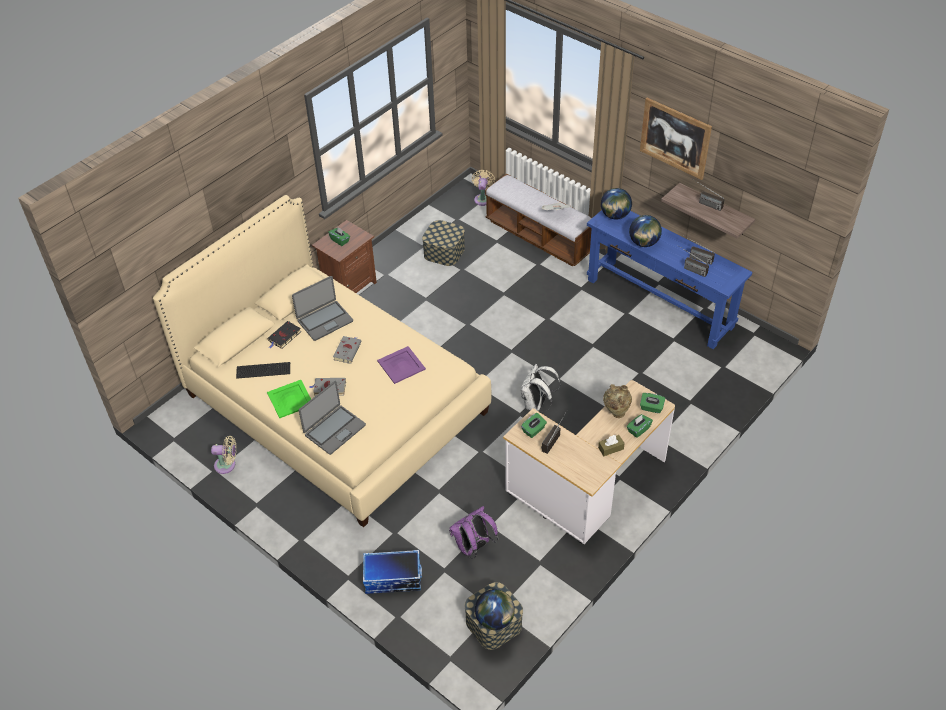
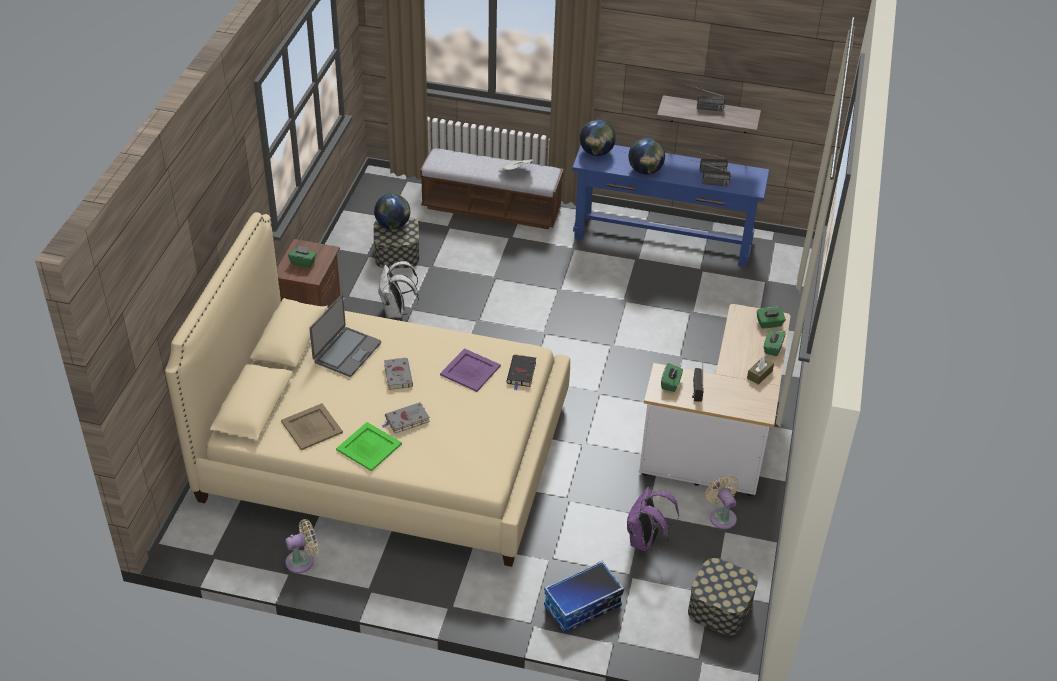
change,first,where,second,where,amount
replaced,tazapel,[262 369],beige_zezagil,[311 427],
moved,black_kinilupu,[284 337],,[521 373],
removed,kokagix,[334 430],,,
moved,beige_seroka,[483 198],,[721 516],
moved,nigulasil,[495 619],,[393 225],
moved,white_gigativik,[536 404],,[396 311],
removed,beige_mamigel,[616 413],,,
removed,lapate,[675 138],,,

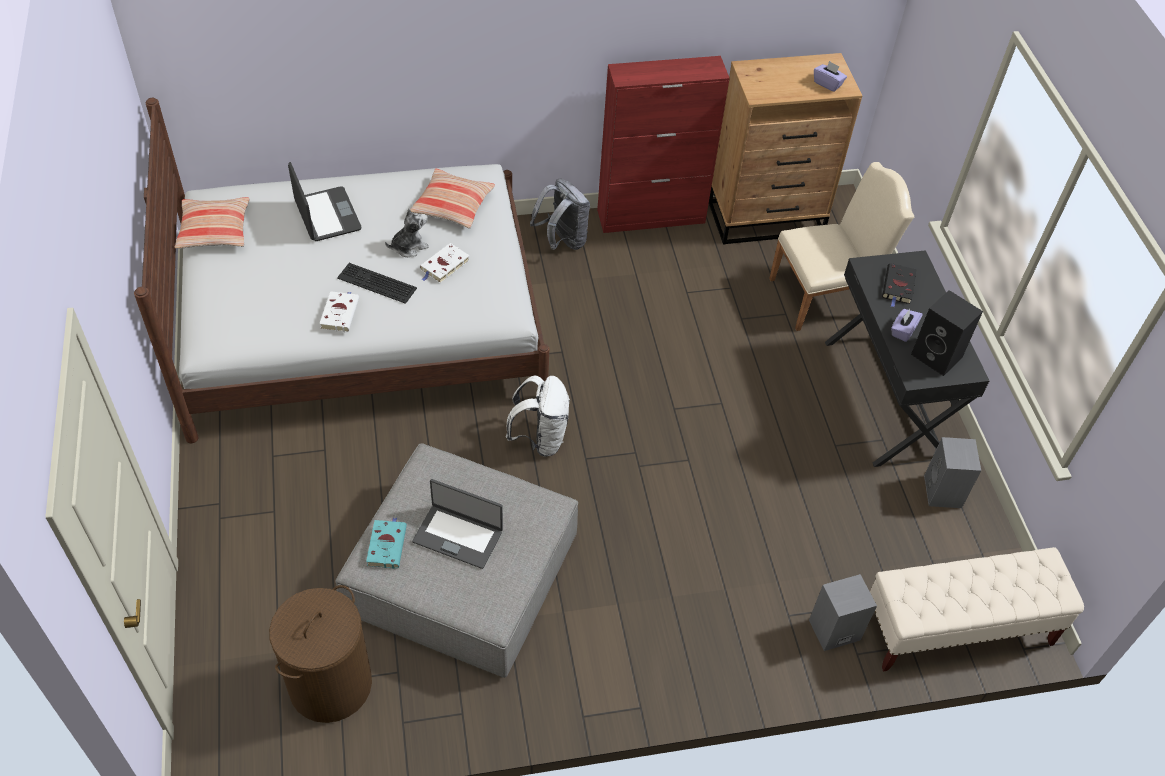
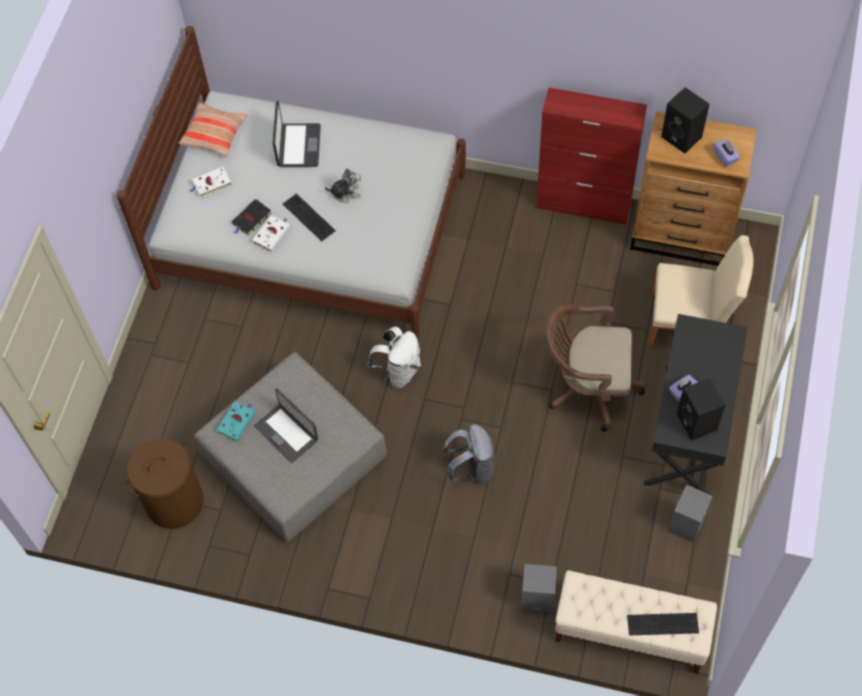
change,first,where,second,where,amount
removed,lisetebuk,[453 205],,,
moved,white_kinilupu,[444 266],,[211 184],
moved,grey_gigativik,[562 241],,[471 468],
moved,black_kinilupu,[898 287],,[251 219],
added,,,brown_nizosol,[588 387],
added,,,tazapel,[662 625],
added,,,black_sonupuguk,[682 137],

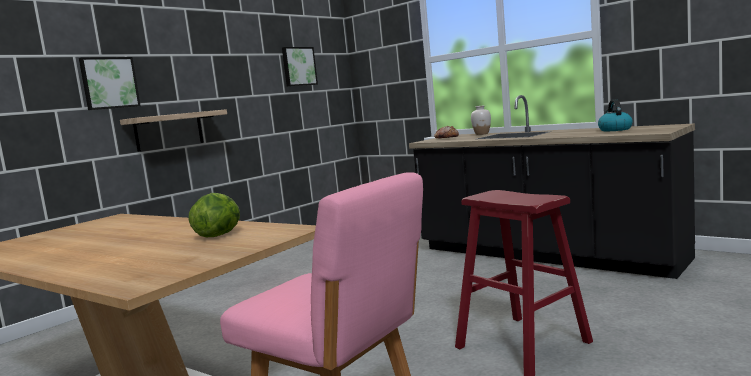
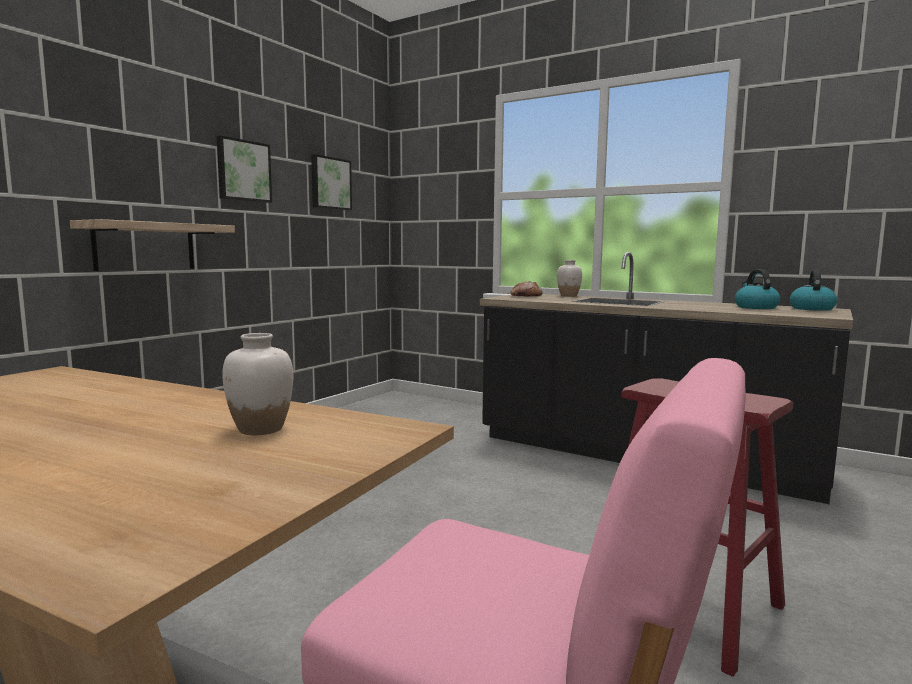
change,first,where,second,where,amount
moved,lapate,[109 83],,[243 171],
replaced,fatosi,[219 235],white_mamigel,[260 429],
added,,,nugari,[811 308],

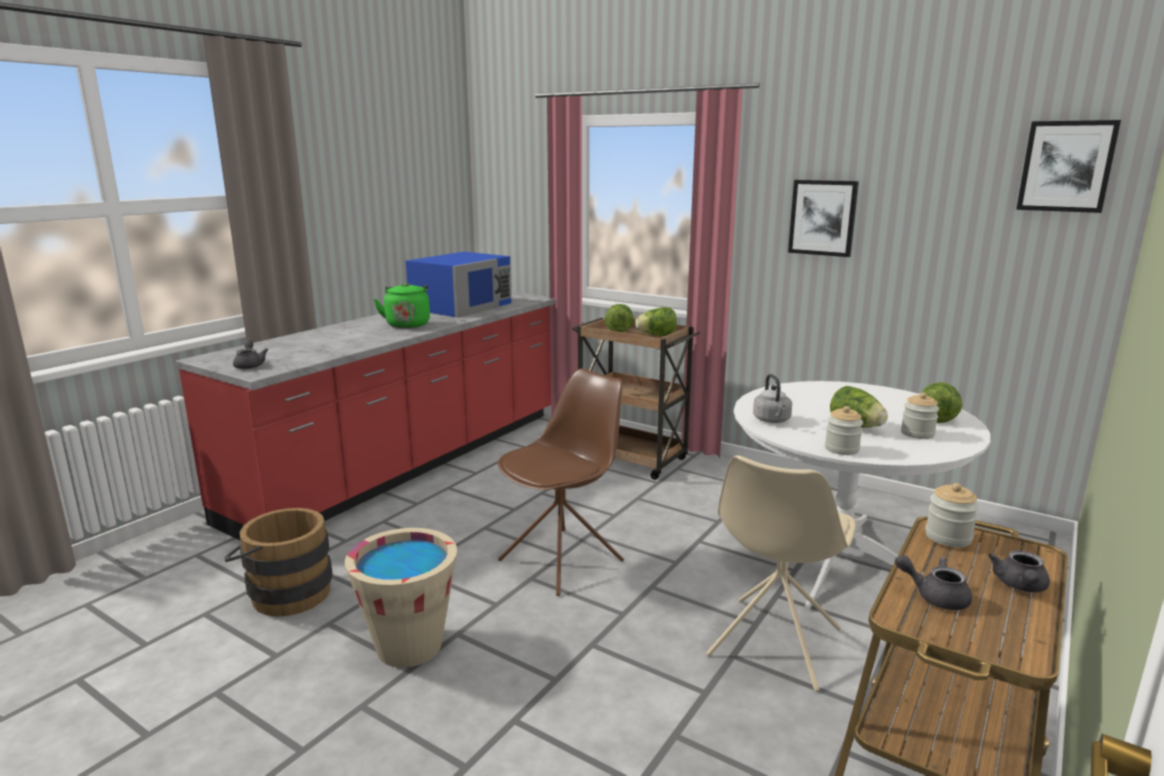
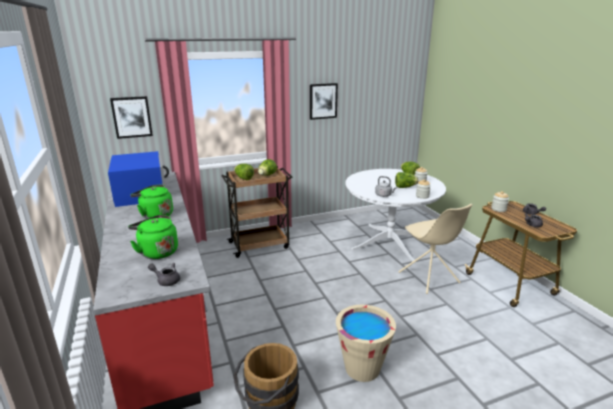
change,first,where,second,where,amount
removed,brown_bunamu,[563 560],,,
moved,lapate,[1066 166],,[132 117],
added,,,green_nugari,[157 252],

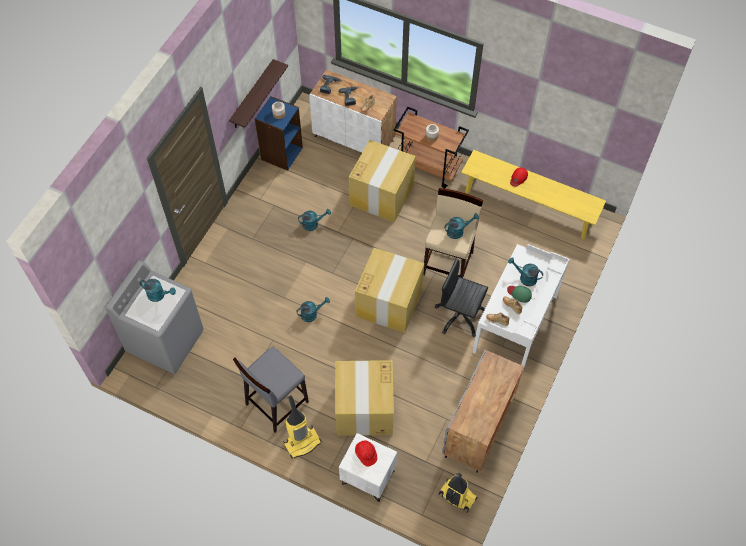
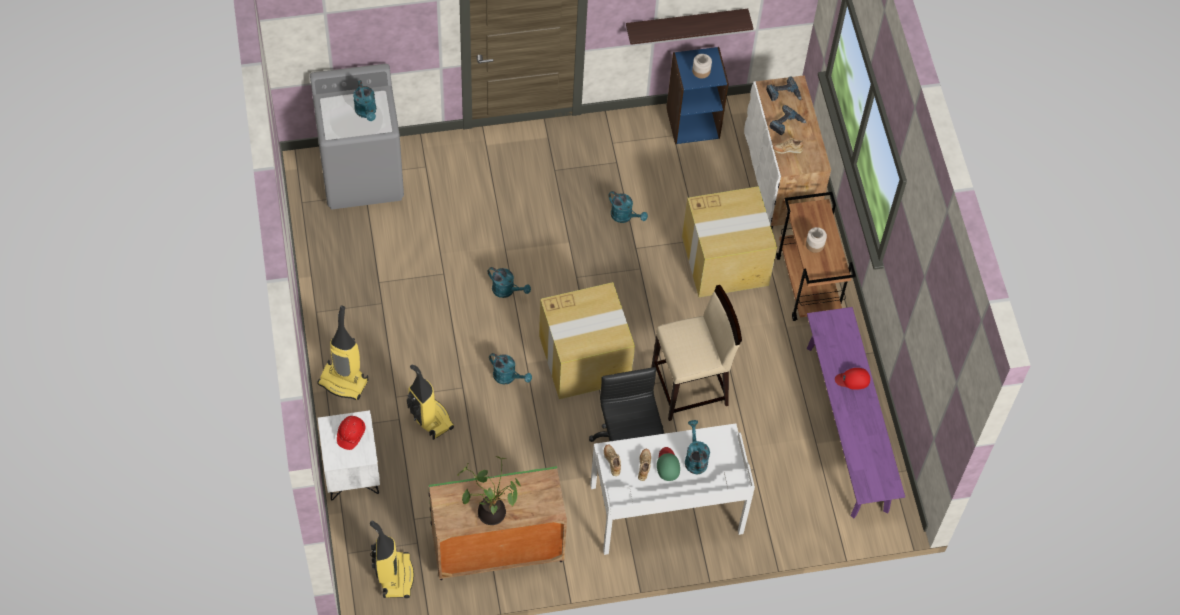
change,first,where,second,where,amount
removed,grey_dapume,[276 403],,,
replaced,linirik,[364 410],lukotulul,[429 418],
recoloured,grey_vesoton,[478 428],green_vesoton,[496 548],
moved,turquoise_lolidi,[458 231],,[508 377],
recoloured,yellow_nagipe,[528 206],purple_nagipe,[847 427],
added,,,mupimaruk,[491 511],

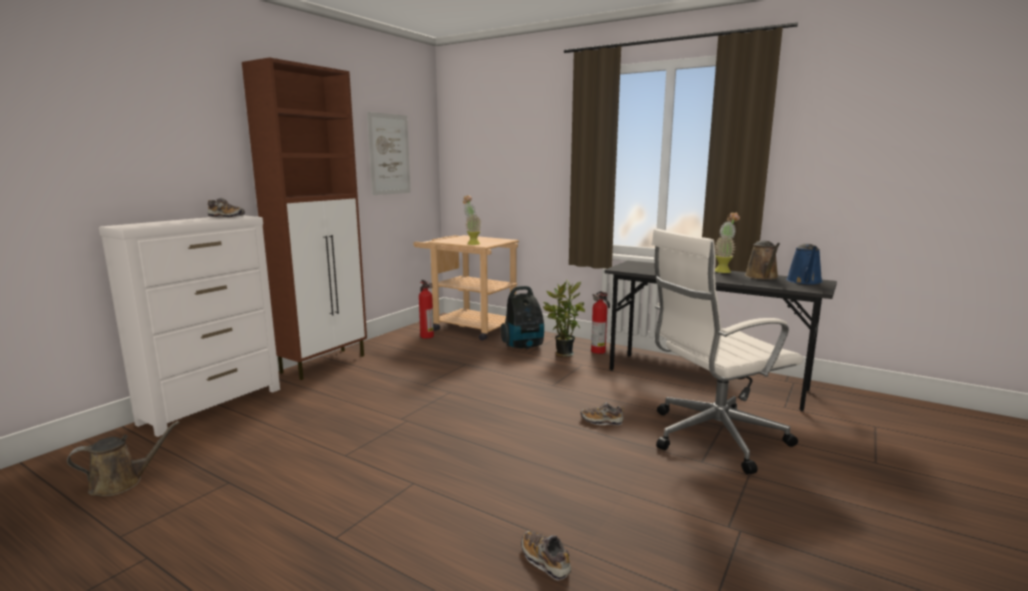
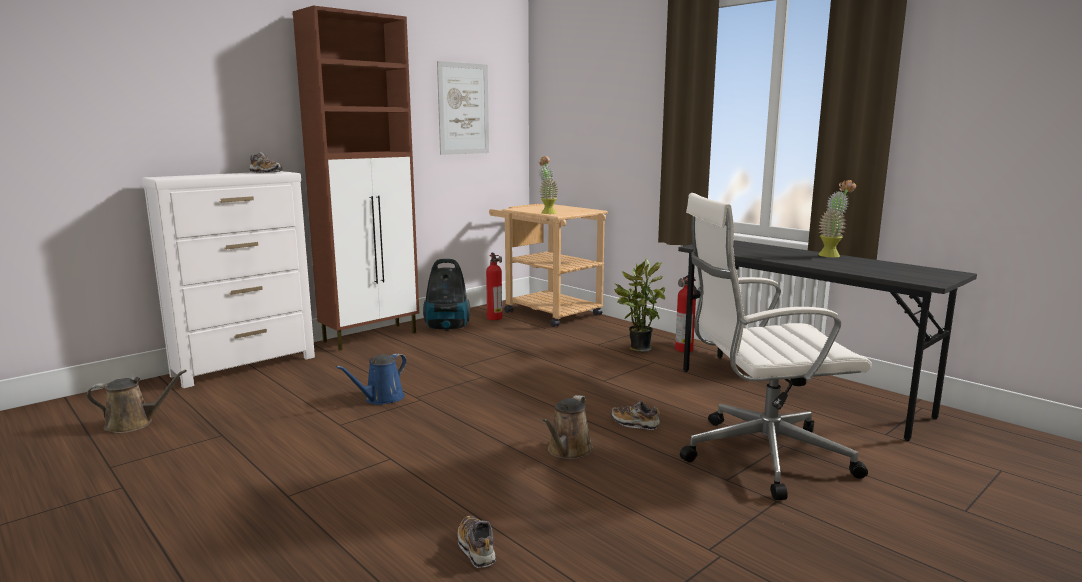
change,first,where,second,where,amount
moved,lukotulul,[524 346],,[447 328],
moved,brown_lolidi,[762 277],,[568 451],
moved,blue_lolidi,[804 281],,[381 399],

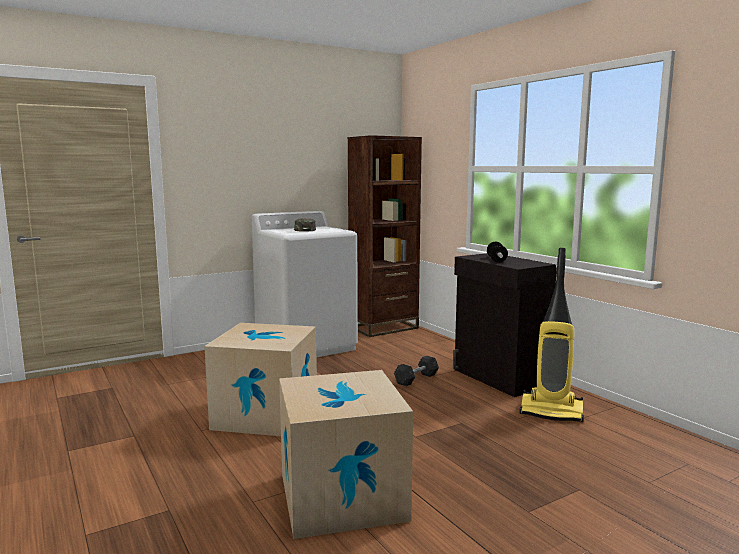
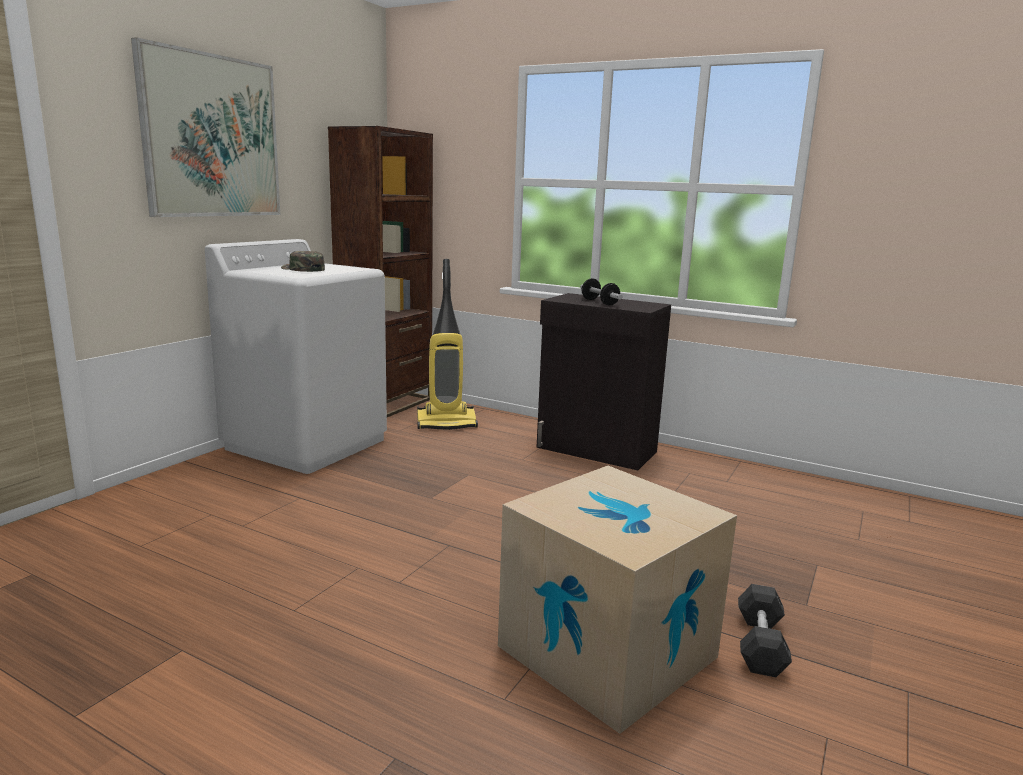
change,first,where,second,where,amount
removed,linirik,[266 415],,,
moved,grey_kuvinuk,[416 379],,[760 644],
moved,lukotulul,[552 412],,[447 423],
added,,,lapate,[212 137],

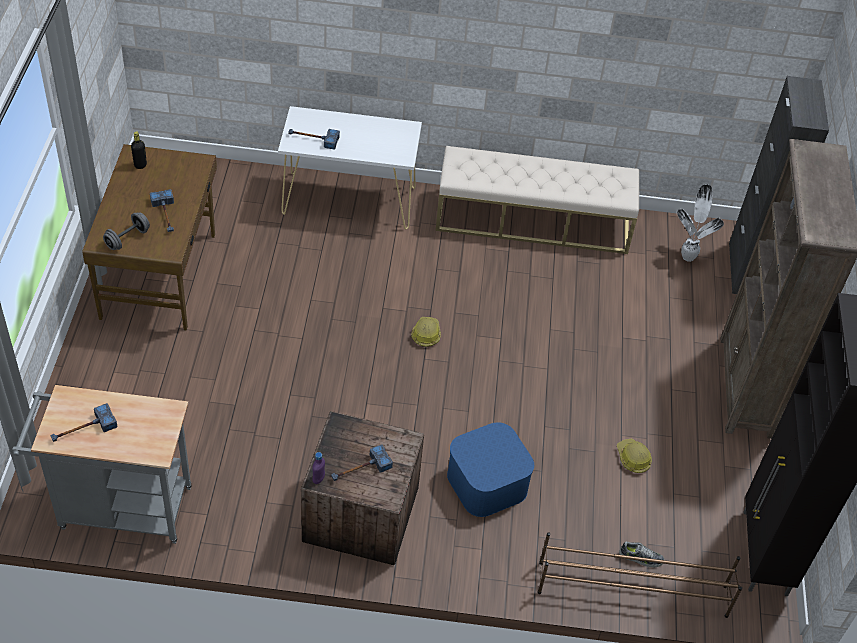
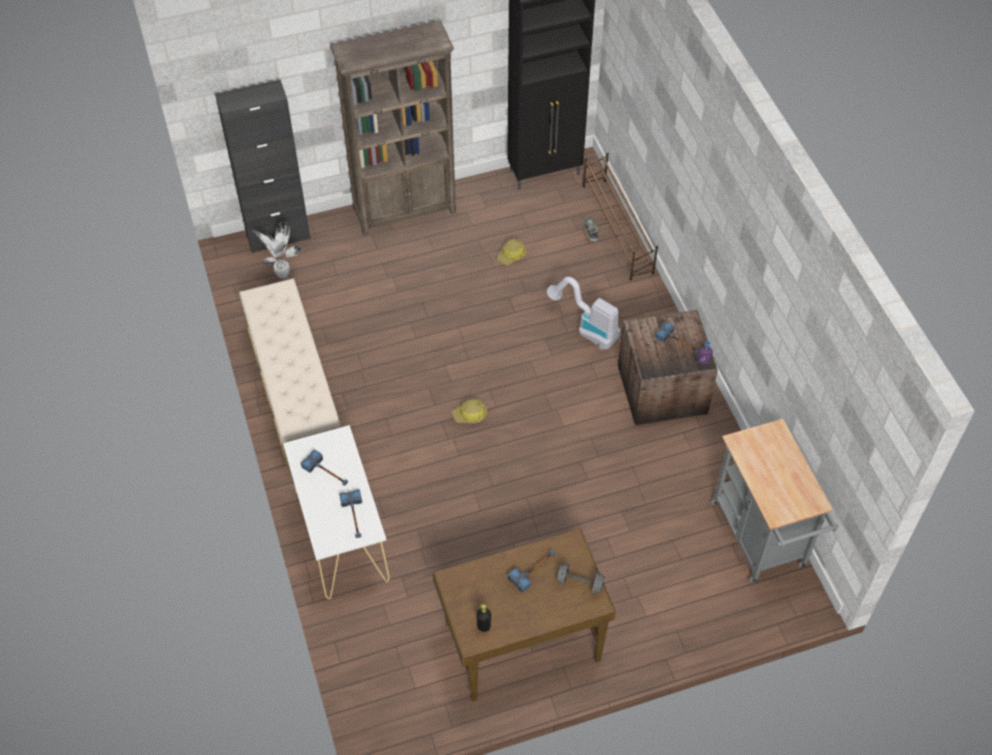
change,first,where,second,where,amount
moved,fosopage,[83 430],,[327 473],
replaced,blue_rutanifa,[486 482],lukotulul,[586 328],

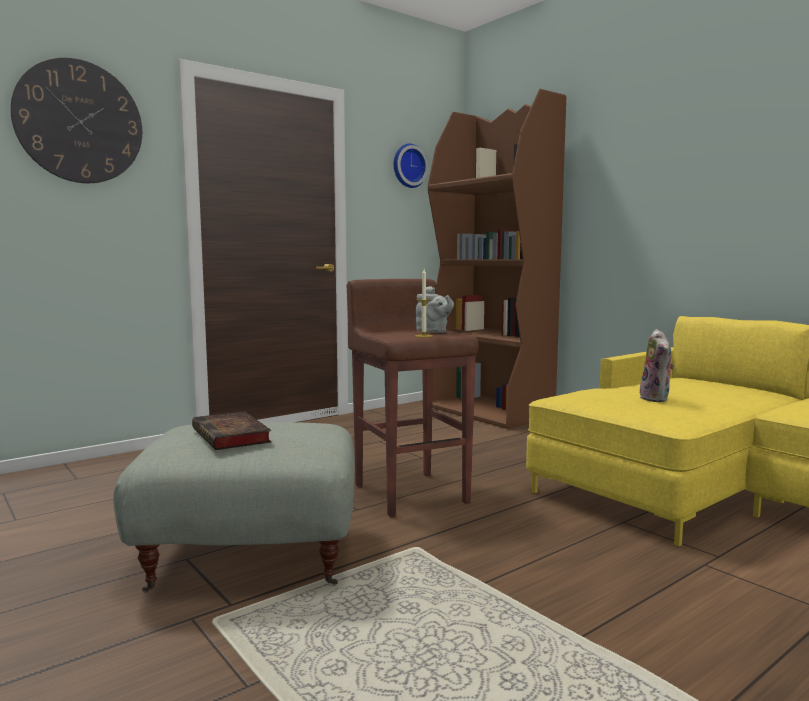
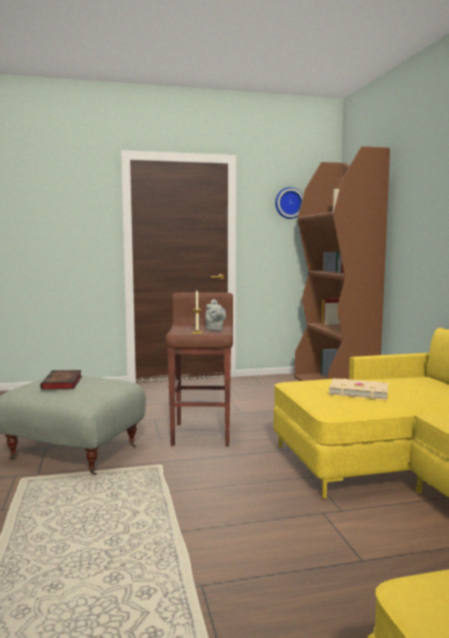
change,first,where,second,where,amount
removed,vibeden,[79 122],,,
replaced,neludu,[657 399],beige_kinilupu,[358 391],

